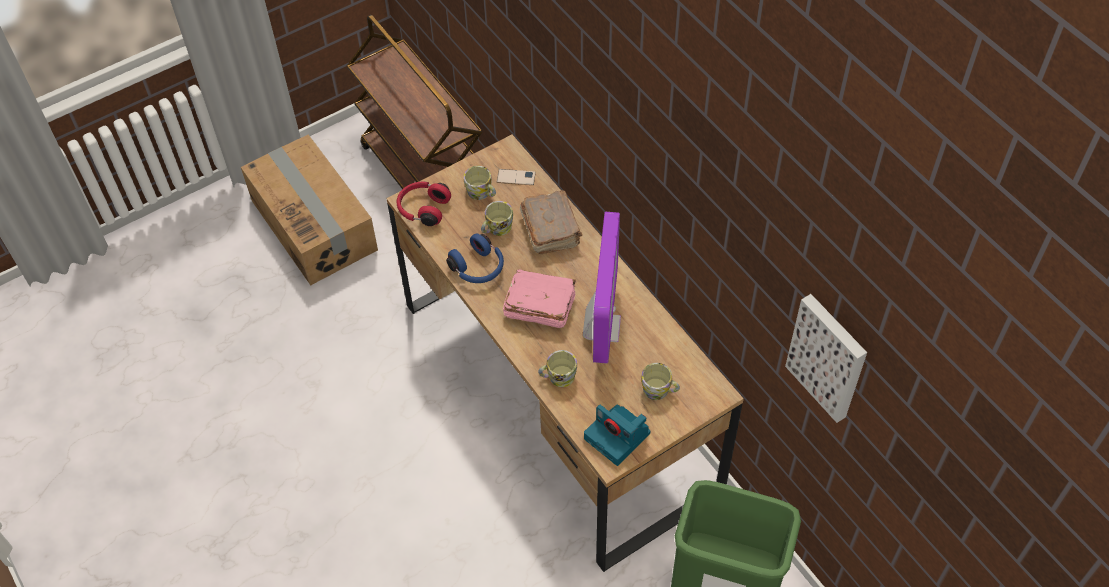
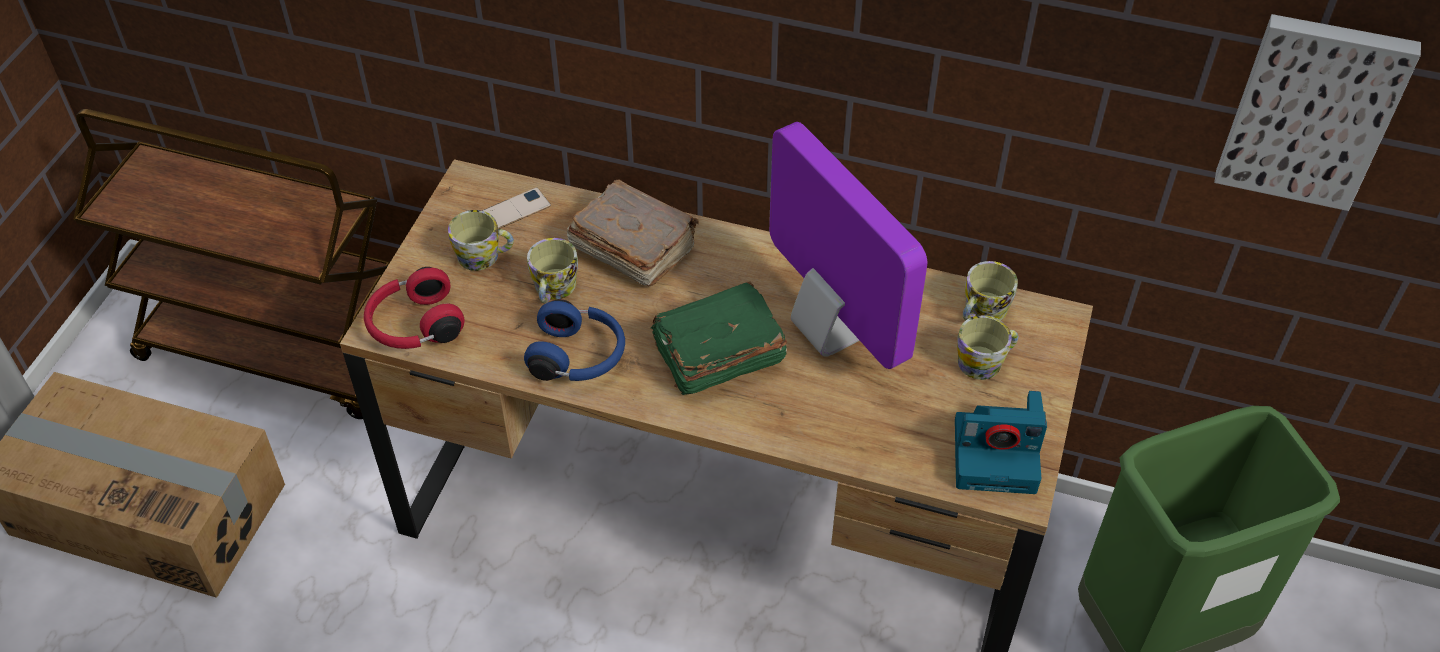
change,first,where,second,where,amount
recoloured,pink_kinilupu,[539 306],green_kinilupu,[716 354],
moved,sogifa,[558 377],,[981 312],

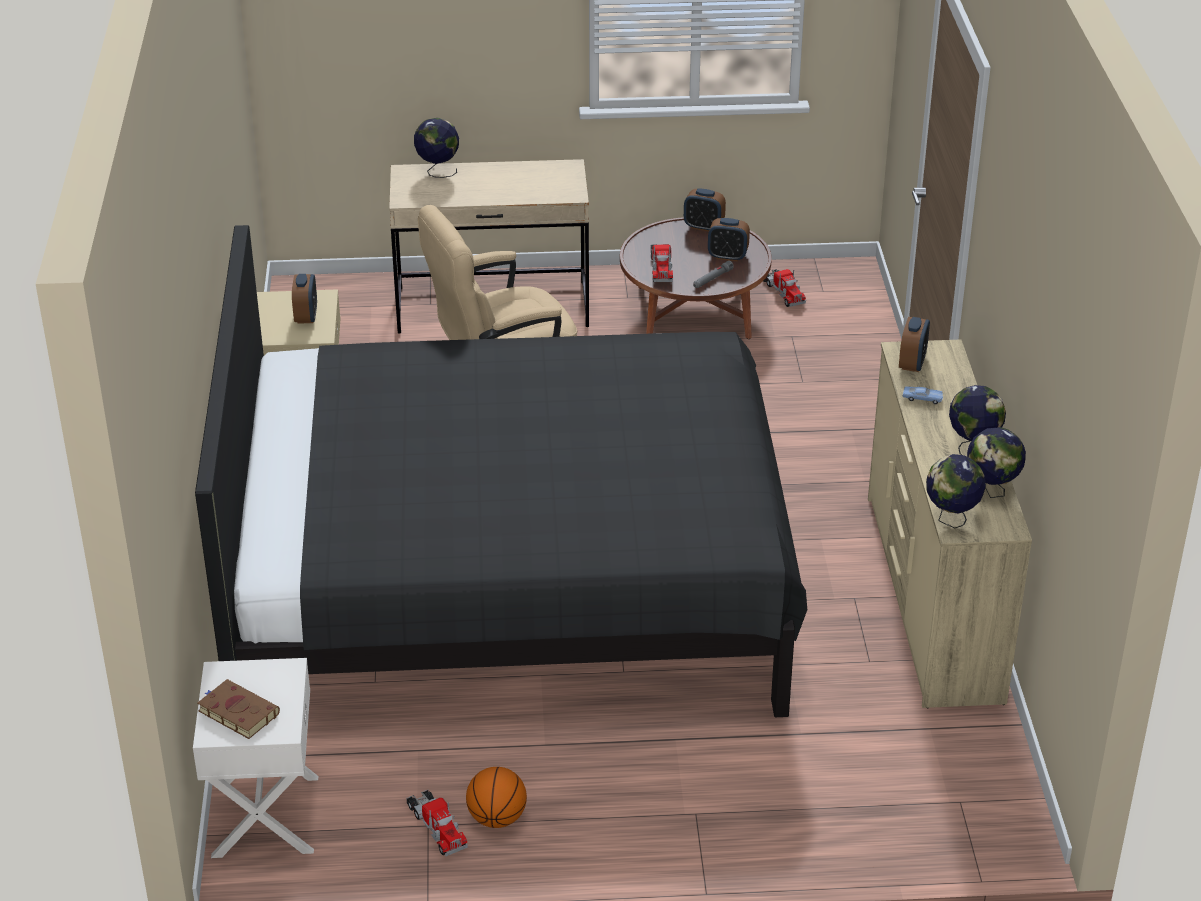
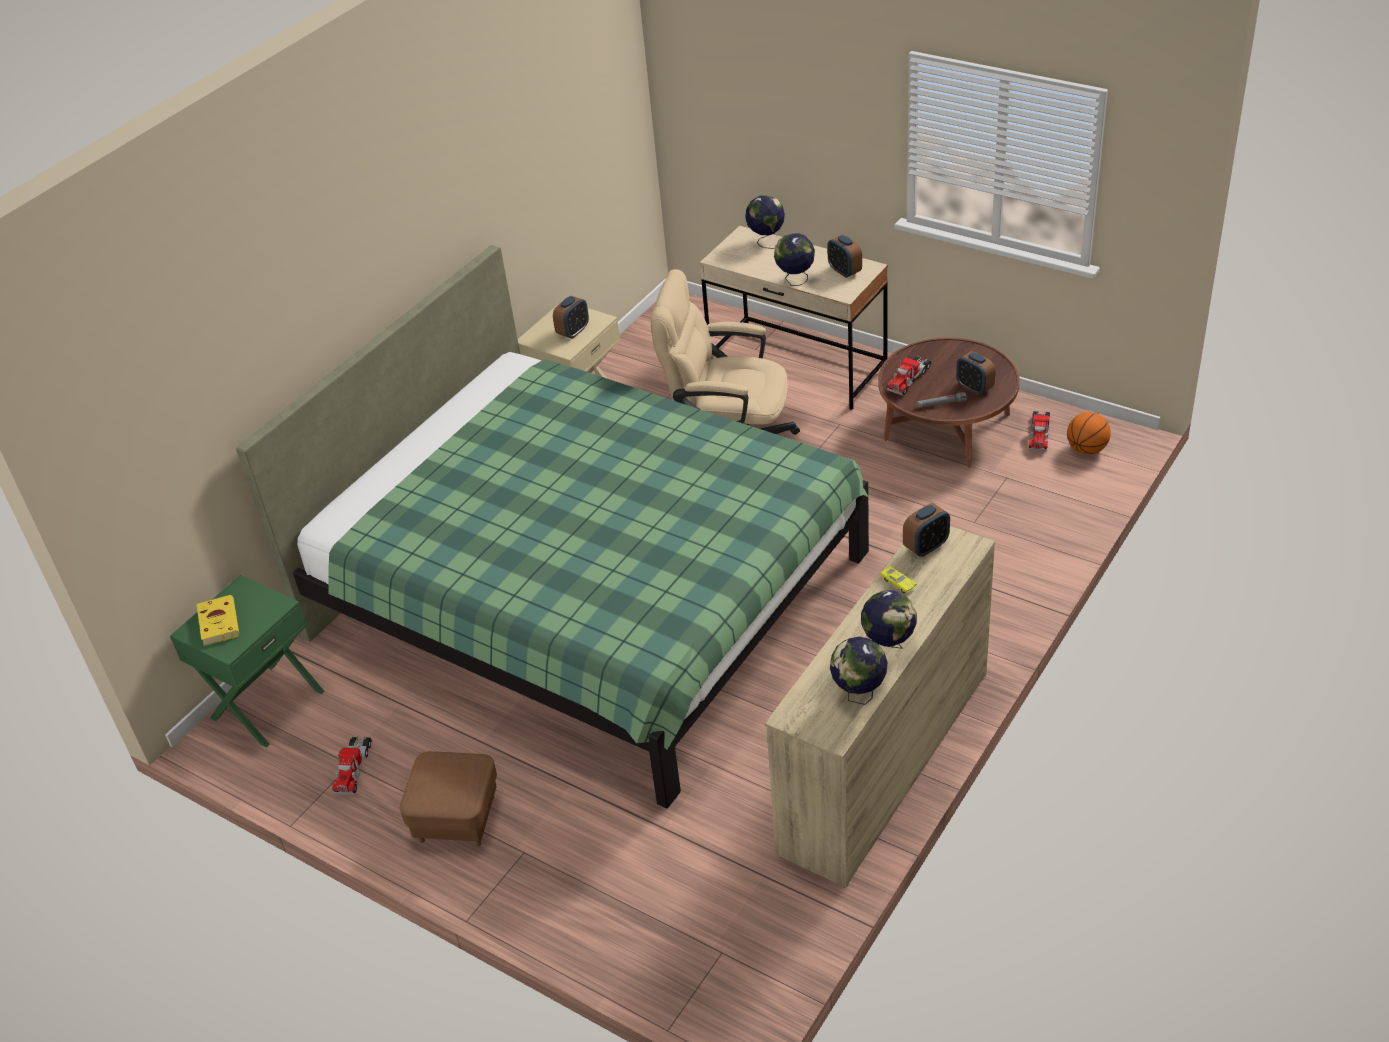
change,first,where,second,where,amount
recoloured,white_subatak,[263 816],green_subatak,[266 704],
recoloured,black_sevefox,[508 578],green_sevefox,[589 596],
recoloured,brown_kinilupu,[236 712],yellow_kinilupu,[218 622],
moved,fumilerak,[497 818],,[1086 449],
moved,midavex,[703 226],,[844 271],
recoloured,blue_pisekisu,[922 398],yellow_pisekisu,[898 583],
moved,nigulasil,[951 519],,[795 280],
added,,,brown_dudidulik,[456 818],

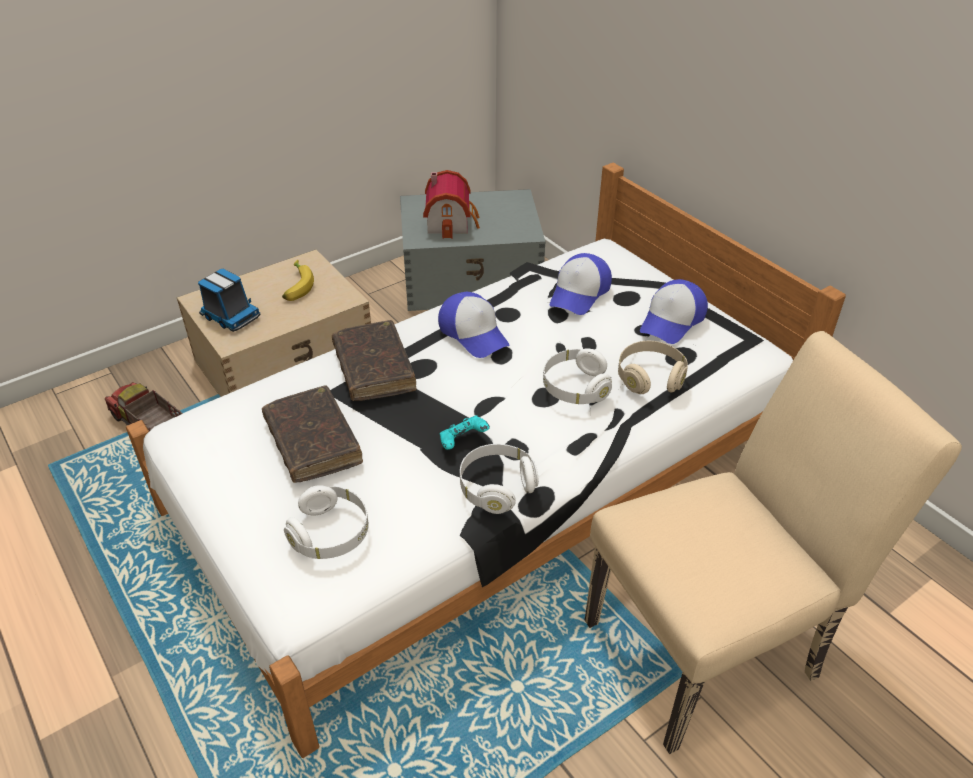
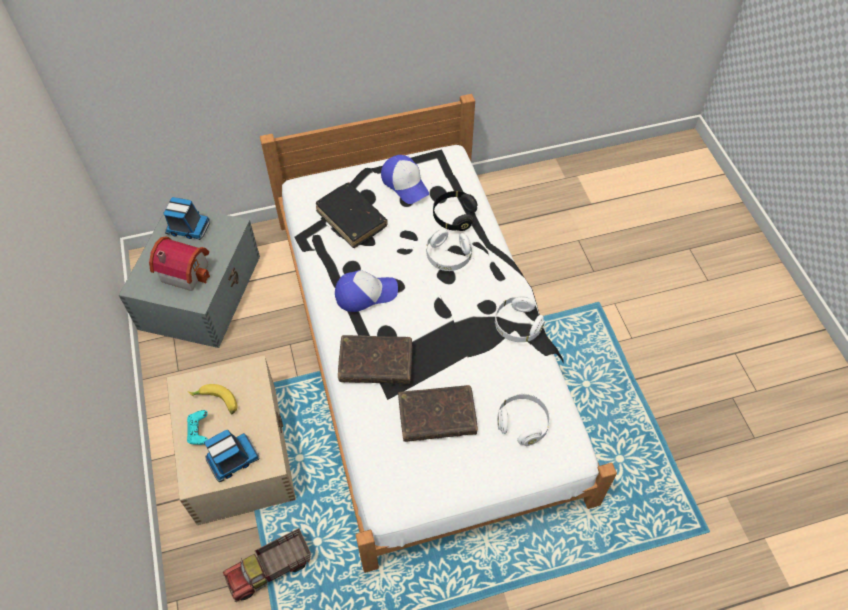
change,first,where,second,where,amount
moved,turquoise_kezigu,[463 442],,[199 432],
replaced,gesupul,[579 293],black_kinilupu,[351 219],
removed,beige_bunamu,[715 644],,,
recoloured,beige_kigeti,[650 378],black_kigeti,[454 216],
added,,,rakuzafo,[187 228],

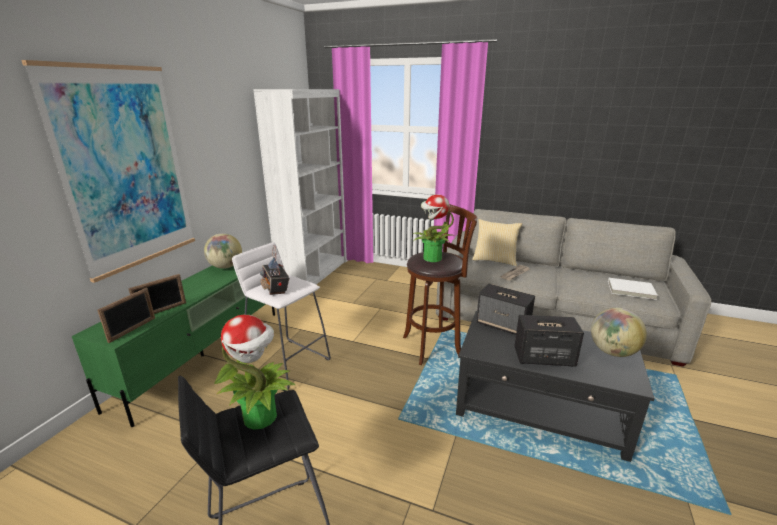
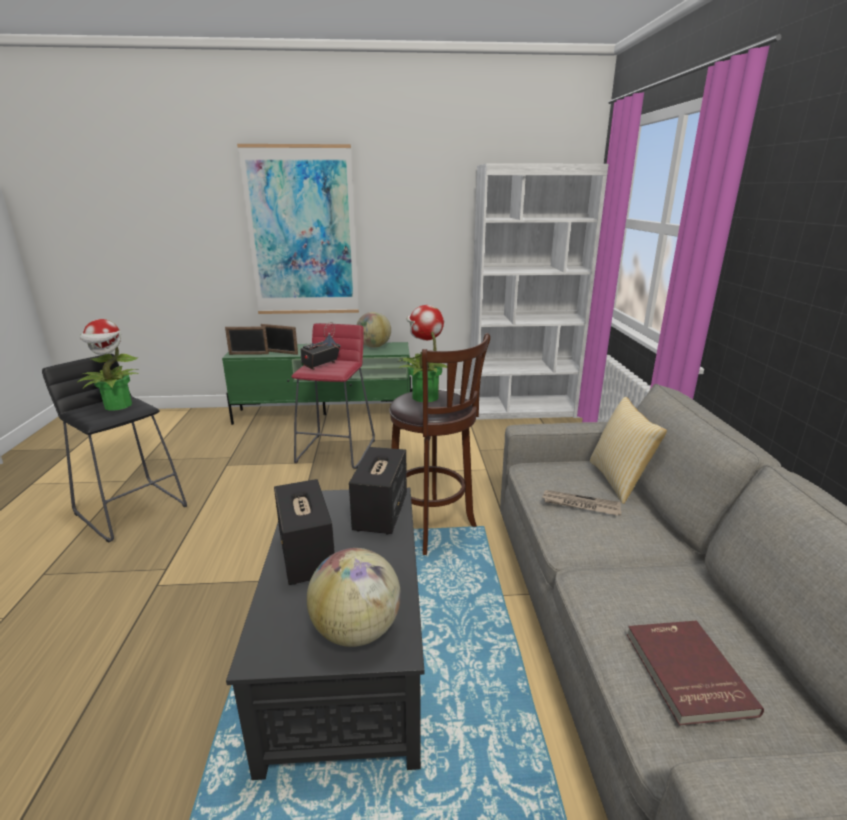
change,first,where,second,where,amount
recoloured,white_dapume,[287 363],red_dapume,[336 451],
recoloured,white_kinilupu,[631 290],red_kinilupu,[685 672],

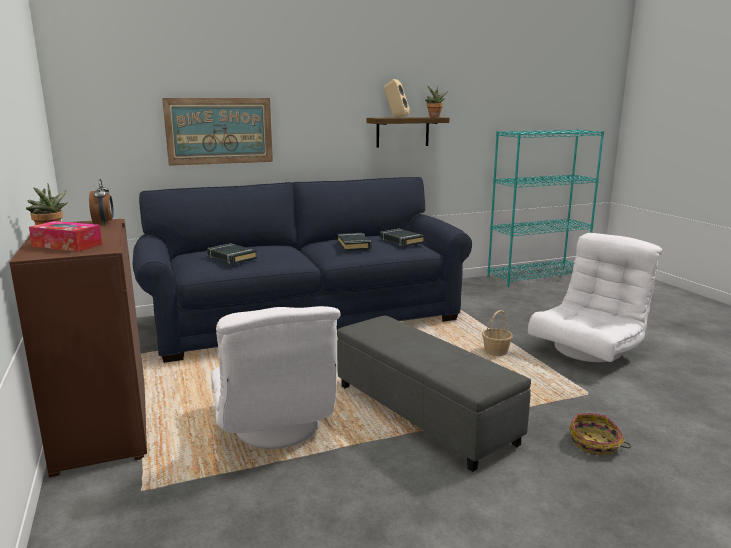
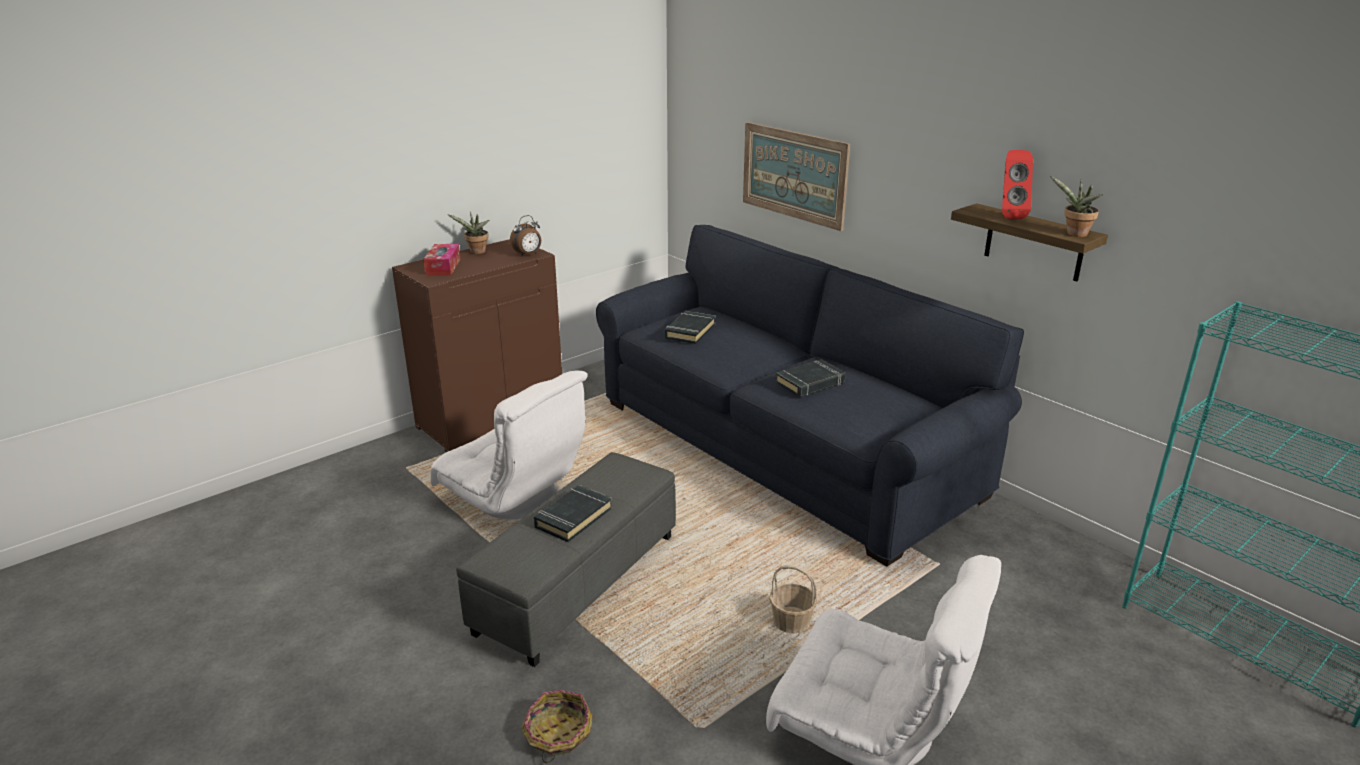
change,first,where,second,where,amount
turned,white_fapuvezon,[275 427],,[515 498],105 degrees counterclockwise
moved,black_kinilupu,[401 241],,[573 517],
recoloured,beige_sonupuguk,[396 117],red_sonupuguk,[1009 216],

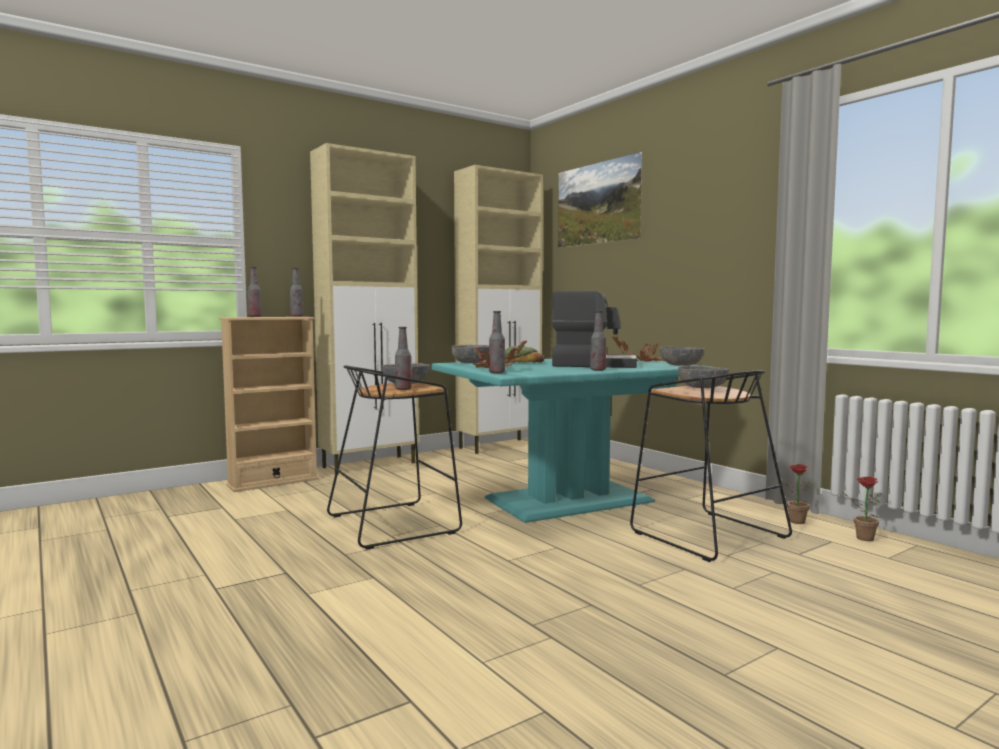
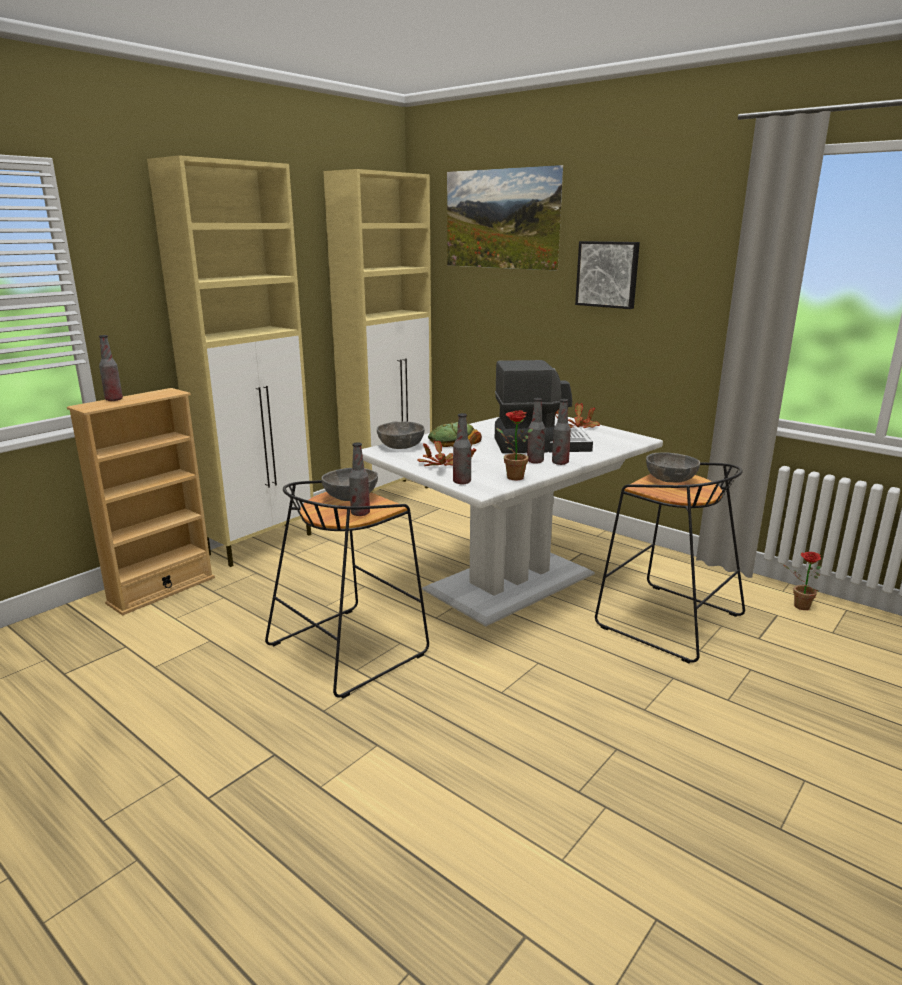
change,first,where,second,where,amount
moved,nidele,[297 316],,[535 461],
recoloured,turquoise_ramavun,[567 499],white_ramavun,[508 581],
removed,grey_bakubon,[681 365],,,
moved,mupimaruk,[793 521],,[511 477],
added,,,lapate,[608 274],

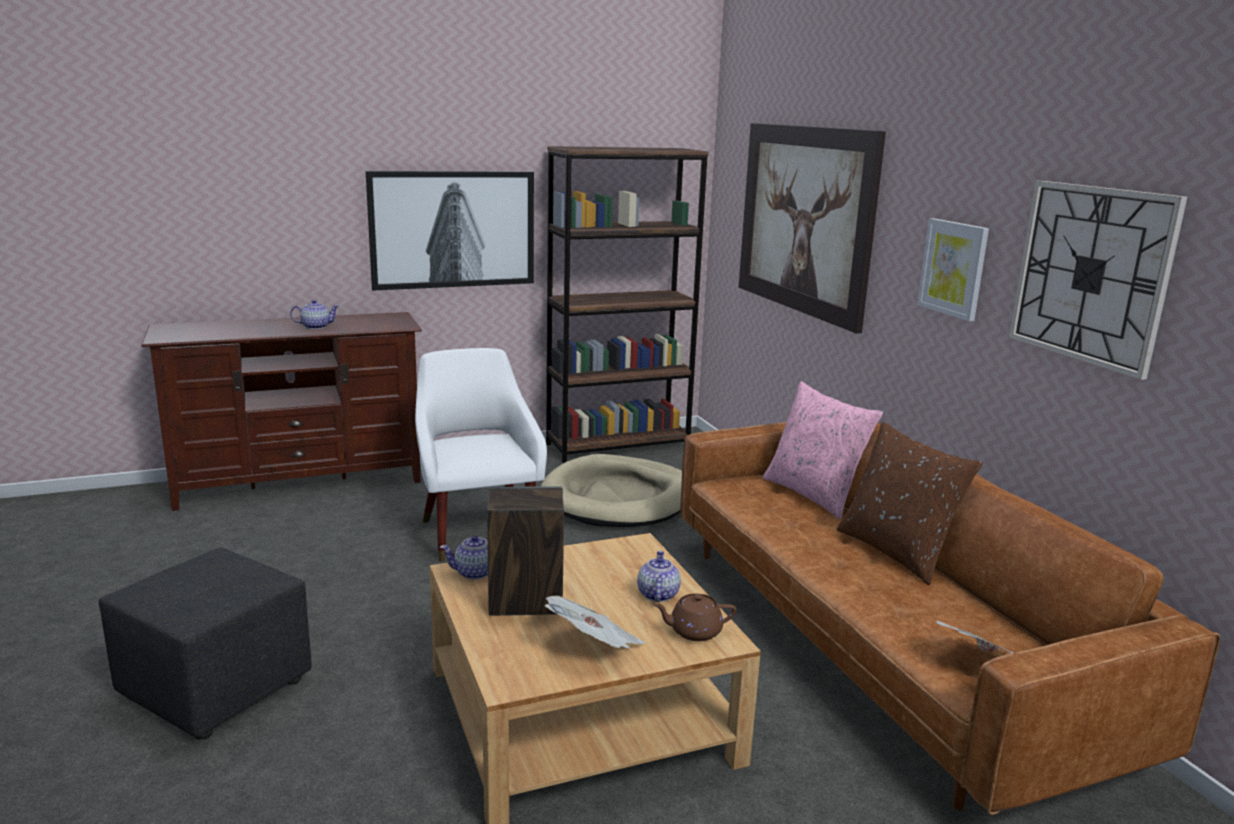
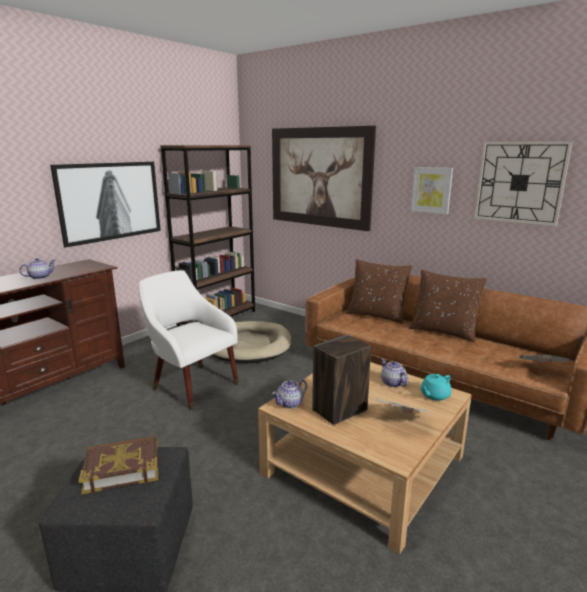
change,first,where,second,where,amount
recoloured,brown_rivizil,[694 631],turquoise_rivizil,[434 395],
recoloured,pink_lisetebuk,[814 495],brown_lisetebuk,[376 315],
added,,,kinilupu,[122 468],

